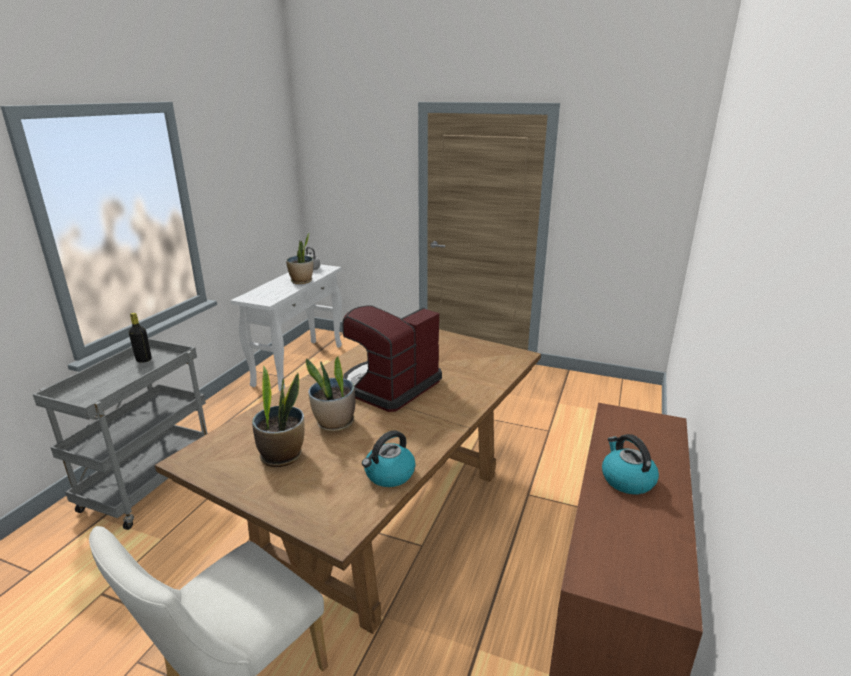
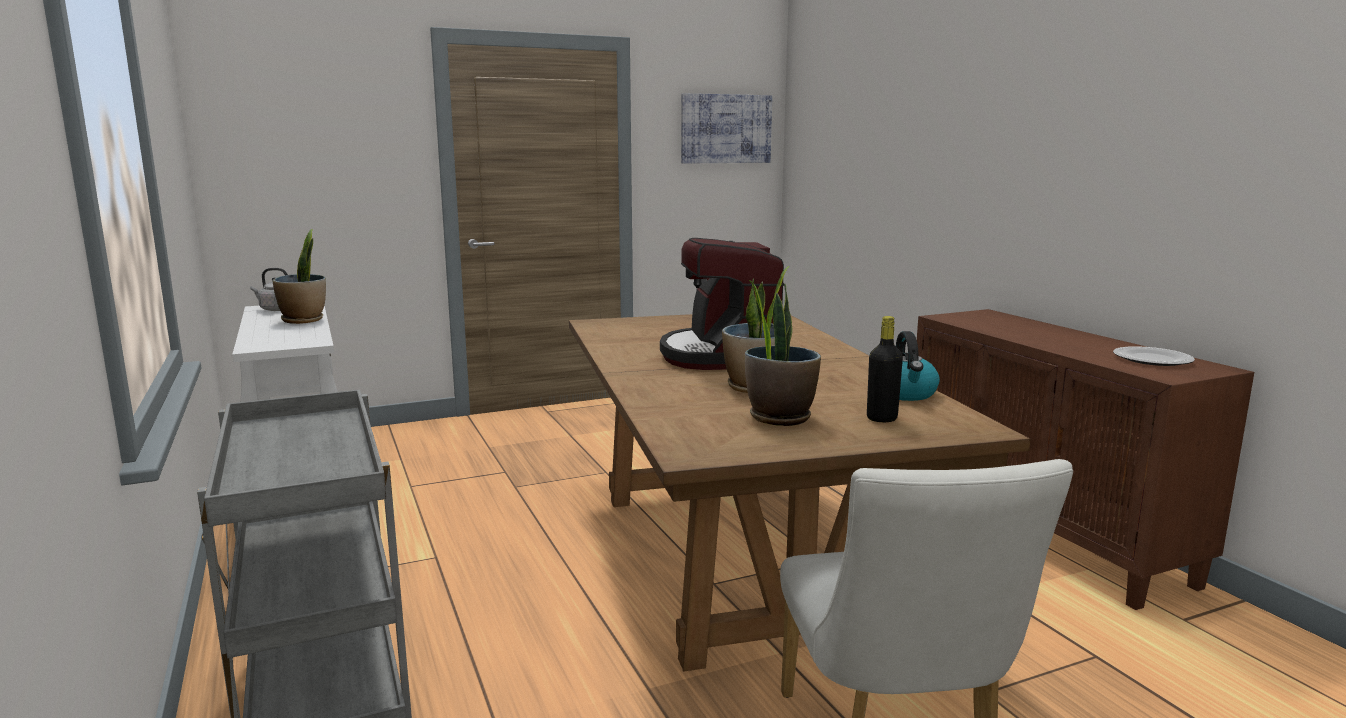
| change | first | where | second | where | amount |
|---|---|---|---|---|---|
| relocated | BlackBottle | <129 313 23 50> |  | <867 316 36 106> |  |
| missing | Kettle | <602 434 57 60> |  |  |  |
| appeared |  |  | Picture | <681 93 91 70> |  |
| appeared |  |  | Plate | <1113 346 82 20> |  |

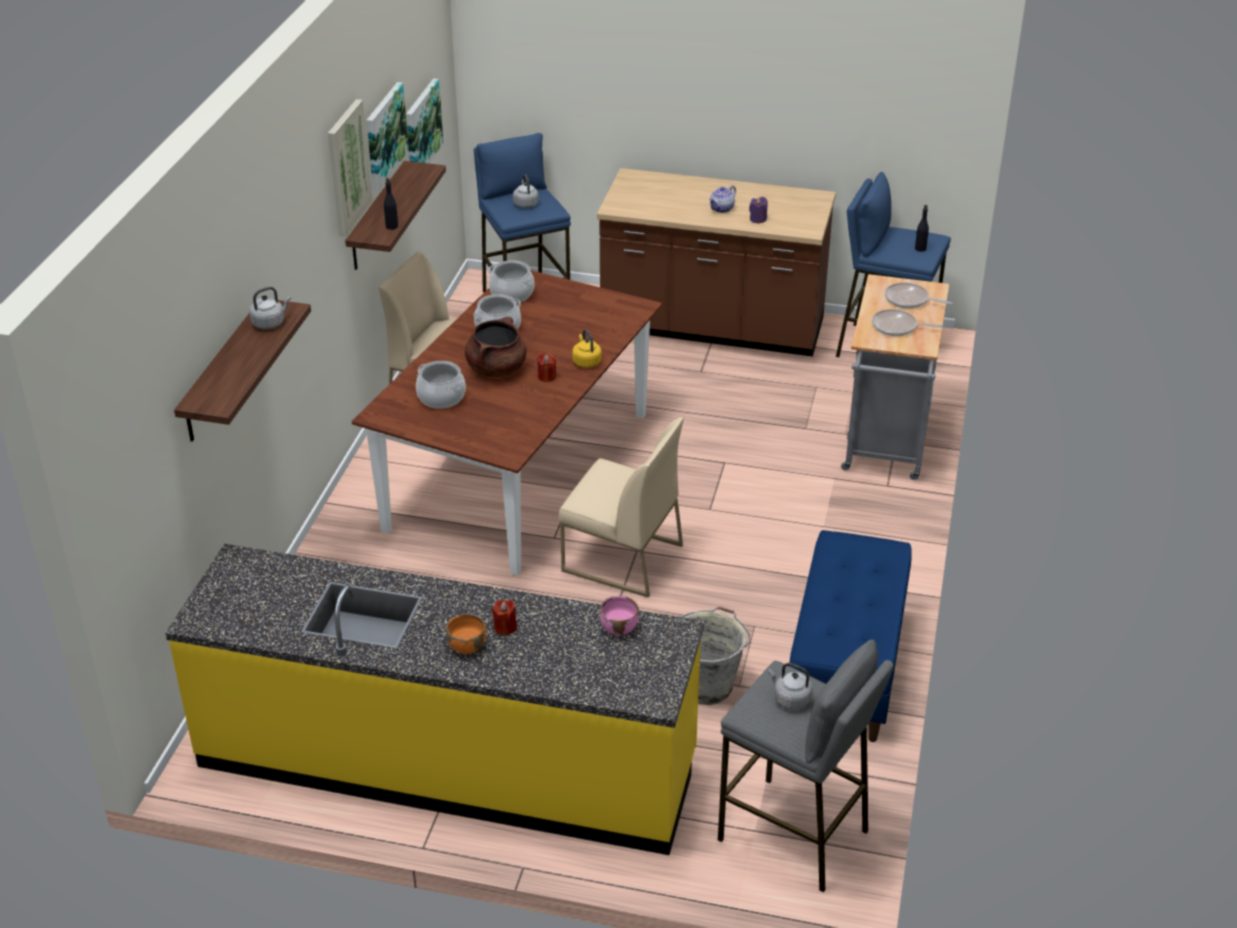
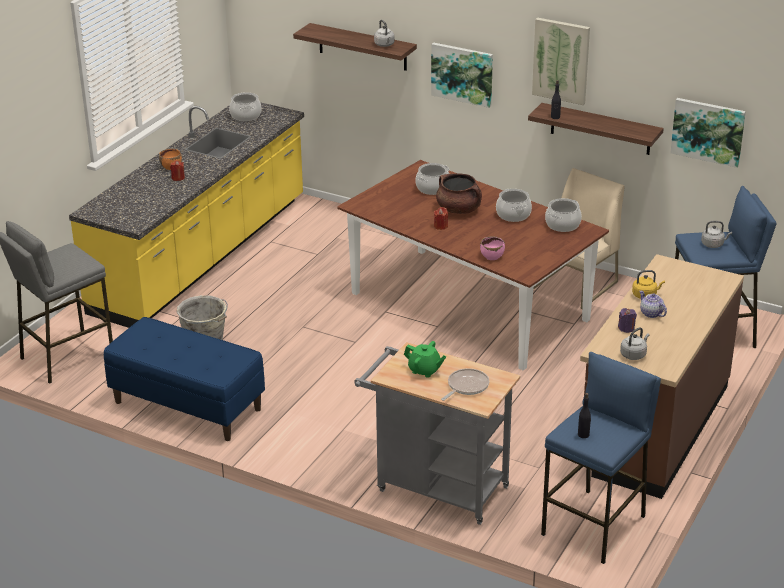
| change | first | where | second | where | amount |
|---|---|---|---|---|---|
| relocated | Picture | <366 82 43 109> |  | <431 43 62 65> |  |
| exchanged | FryingPan | <872 309 71 27> | GreenTeapot | <404 341 43 37> |  |
| relocated | YellowKettle | <572 329 30 39> |  | <632 270 33 29> |  |
| missing | BeigeChair | <559 417 125 181> |  |  |  |
| relocated | PinkBowl | <600 596 39 40> |  | <480 236 25 24> |  |
| relocated | GreyKettle | <768 663 45 47> |  | <620 327 29 33> |  |
| appeared |  |  | CookingPot | <229 92 33 29> |  |

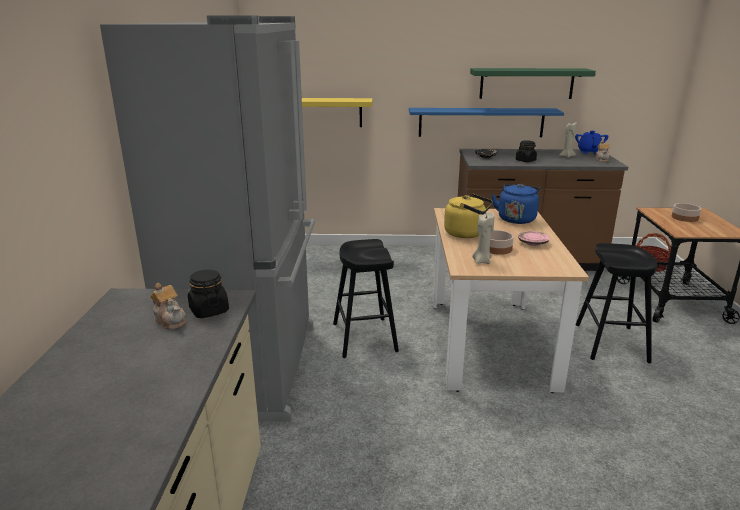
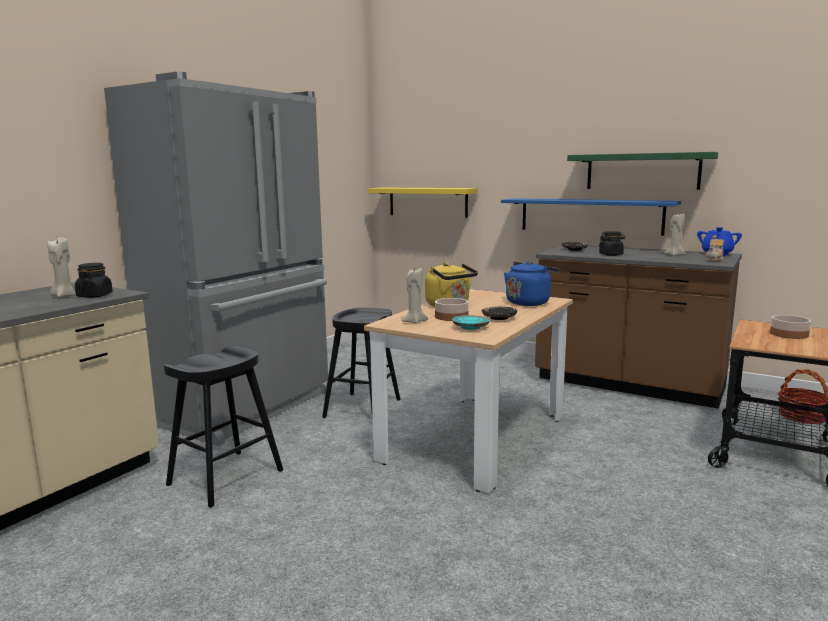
| change | first | where | second | where | amount |
|---|---|---|---|---|---|
| colour | PinkPlate | <518 231 32 15> | BlackPlate | <482 307 35 13> |  |
| relocated | BlackStool | <576 243 81 120> |  | <164 346 119 161> |  |
| exchanged | Teapot | <150 283 36 47> | BeigeCandle | <47 238 29 59> |  |
| appeared |  |  | TurquoisePlate | <452 315 38 15> |  |

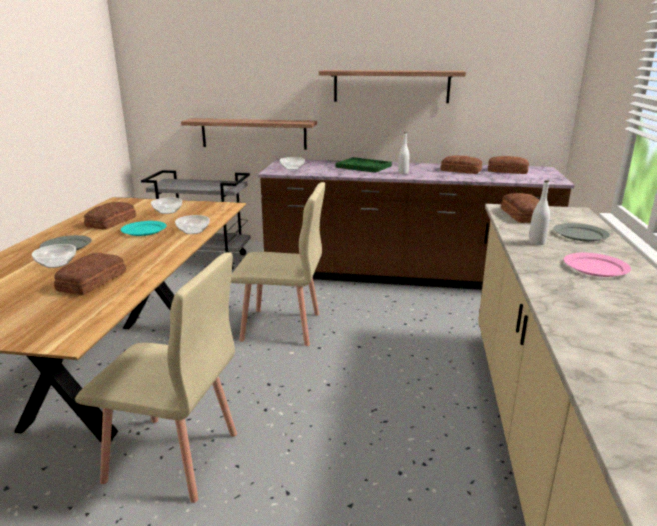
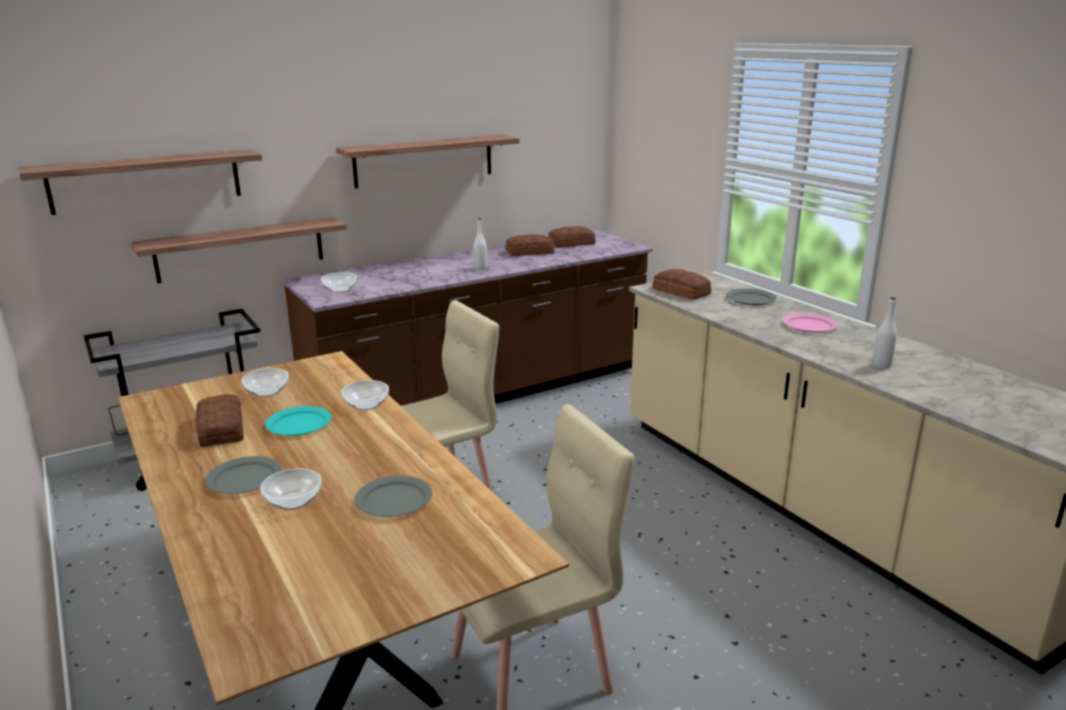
| change | first | where | second | where | amount |
|---|---|---|---|---|---|
| missing | GreenTray | <336 157 56 16> |  |  |  |
| relocated | WhiteBottle | <529 180 21 65> |  | <873 297 24 72> |  |
| exchanged | Bread | <54 253 72 42> | GreyPlate | <355 476 77 41> |  |
| appeared |  |  | Shelf | <19 149 243 66> |  |

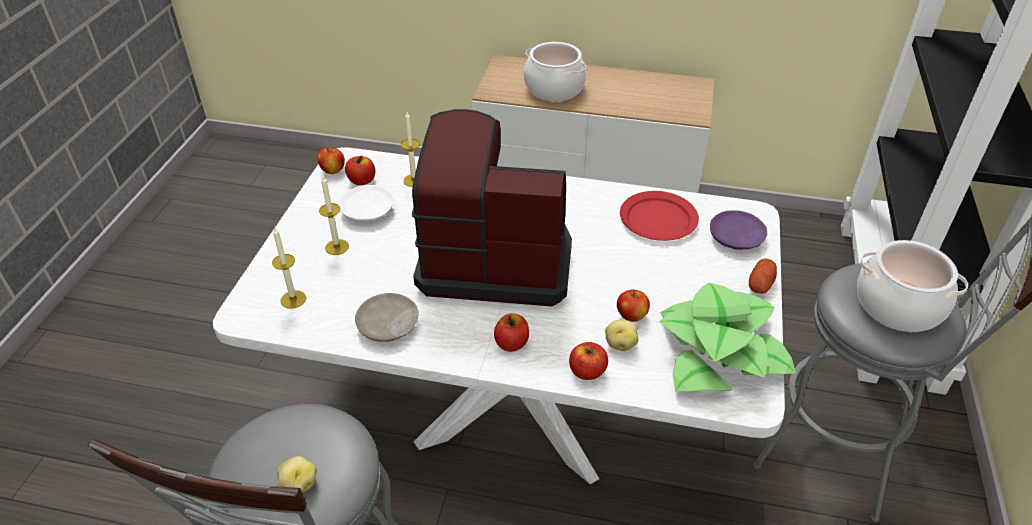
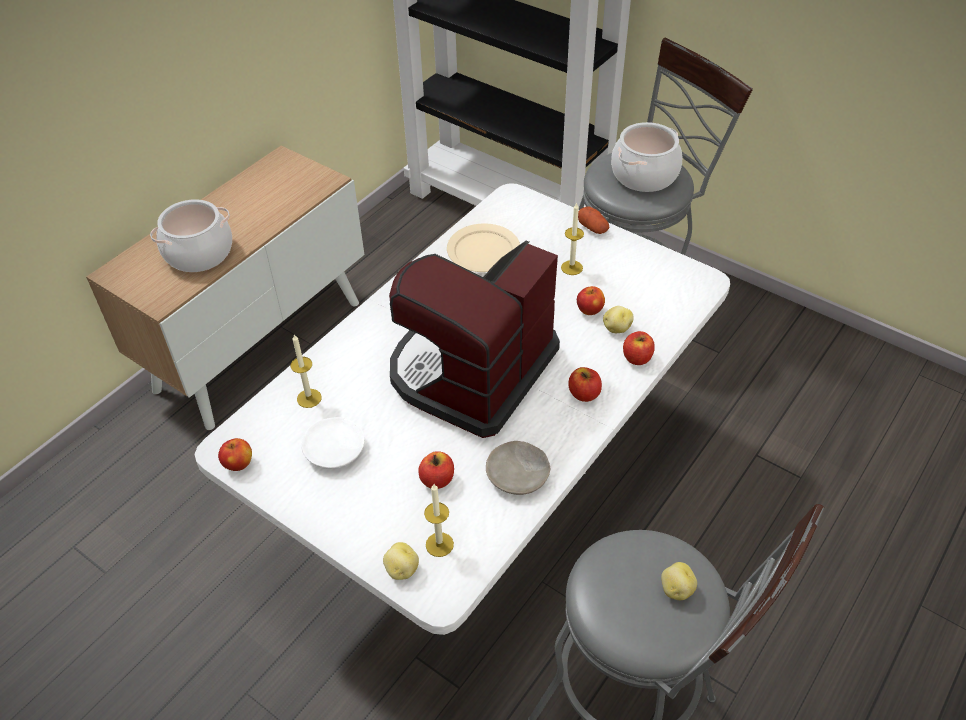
| change | first | where | second | where | amount |
|---|---|---|---|---|---|
| relocated | Apple | <345 156 30 29> |  | <418 451 36 38> |  |
| relocated | Candle | <319 176 30 79> |  | <561 203 23 72> |  |
| colour | RedPlate | <620 191 79 50> | BeigePlate | <447 224 73 48> |  |
| missing | PurplePlate | <710 210 57 40> |  |  |  |
| missing | PottedPlant | <659 283 137 108> |  |  |  |
| appeared |  |  | Potato | <383 542 36 38> |  |

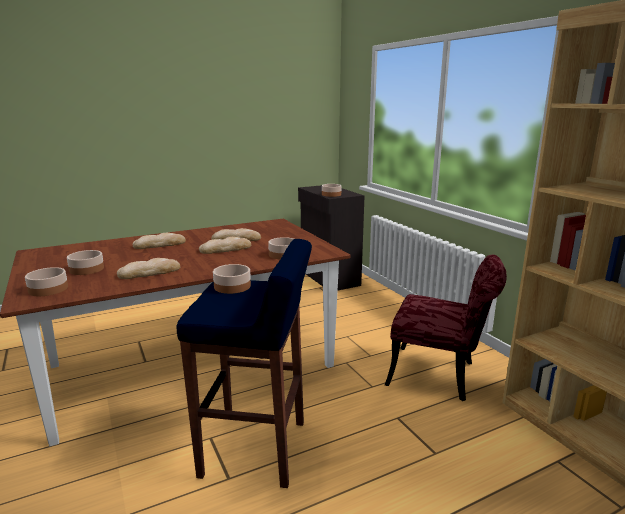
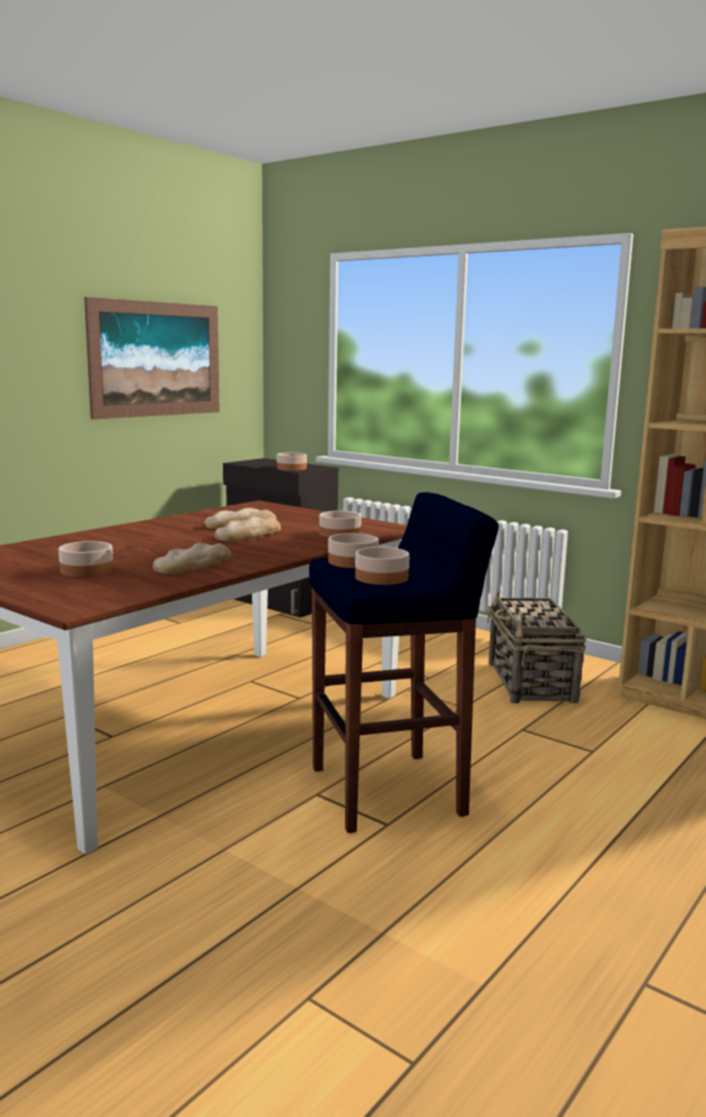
| change | first | where | second | where | amount |
|---|---|---|---|---|---|
| missing | Bread | <133 233 53 16> |  |  |  |
| exchanged | RedChair | <385 255 122 146> | Basket | <487 591 100 113> |  |
| relocated | Bowl | <25 267 43 29> |  | <355 547 55 38> |  |
| appeared |  |  | Picture | <84 297 136 122> |  |

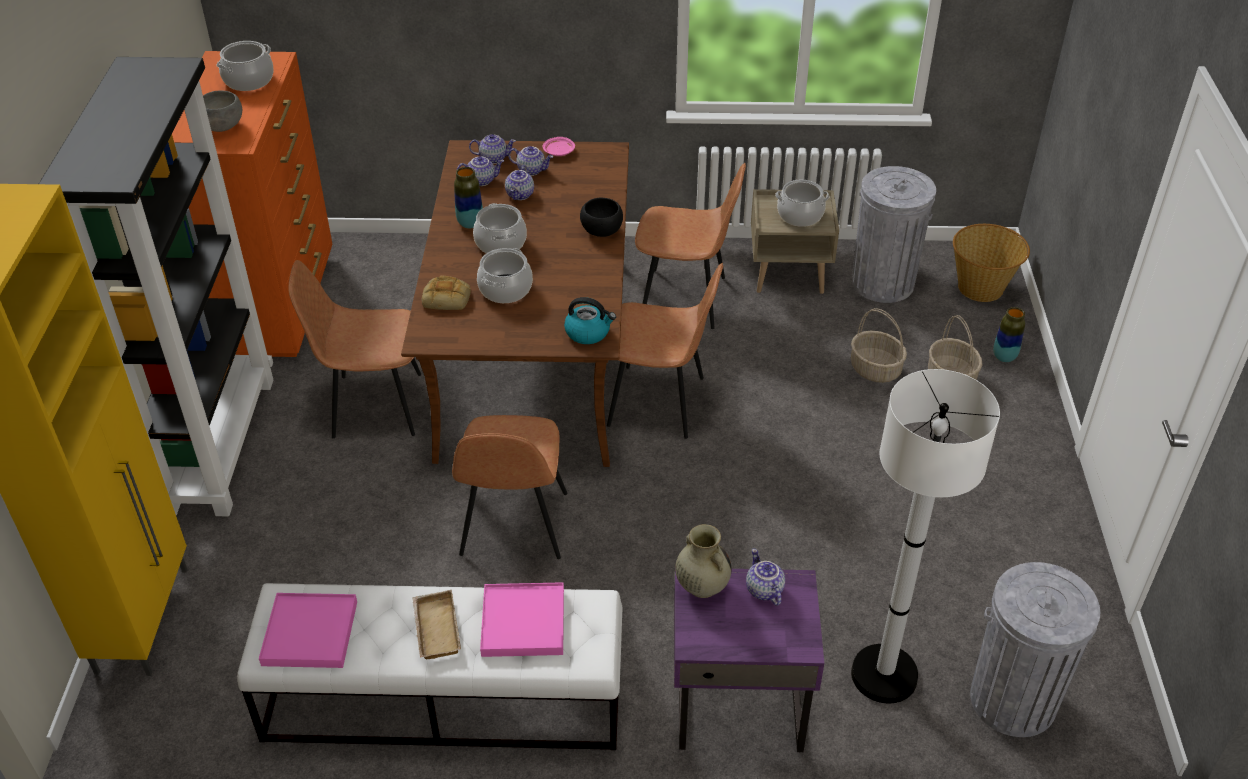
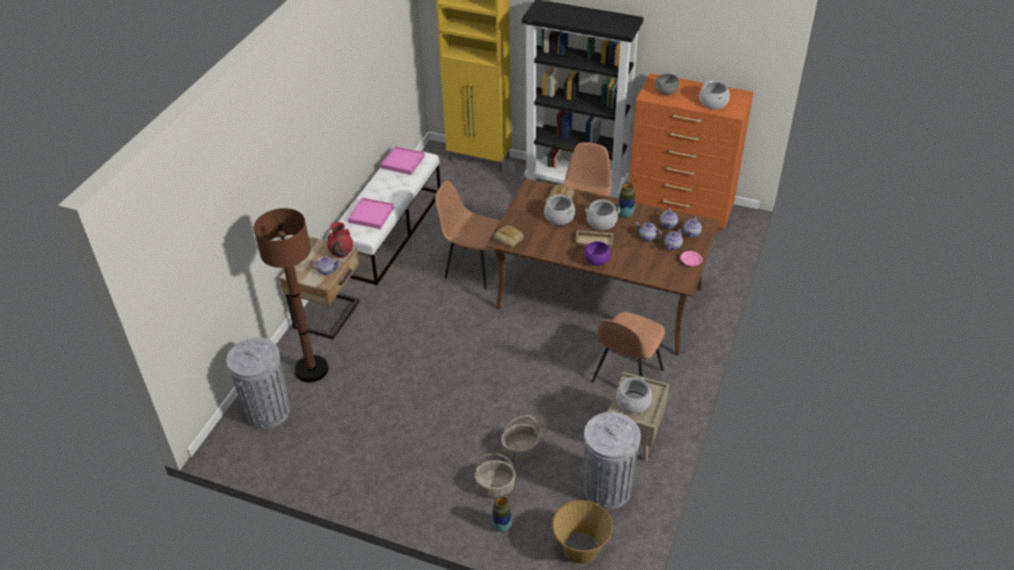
| change | first | where | second | where | amount |
|---|---|---|---|---|---|
| colour | BlackBowl | <580 198 43 39> | PurpleBowl | <584 241 27 25> |  |
| missing | BrownChair | <607 263 116 176> |  |  |  |
| exchanged | Kettle | <564 297 52 47> | Bread | <494 226 30 22> |  |
| colour | WhiteFloorLamp | <851 369 149 334> | BrownFloorLamp | <254 208 74 174> |  |
| colour | BeigeVase | <675 524 57 74> | RedVase | <327 222 26 36> |  |
| colour | PurpleNightstand | <674 569 150 183> | BeigeNightstand | <280 237 80 103> |  |
| relocated | BeigeTray | <412 590 49 69> |  | <576 230 37 18> |  |

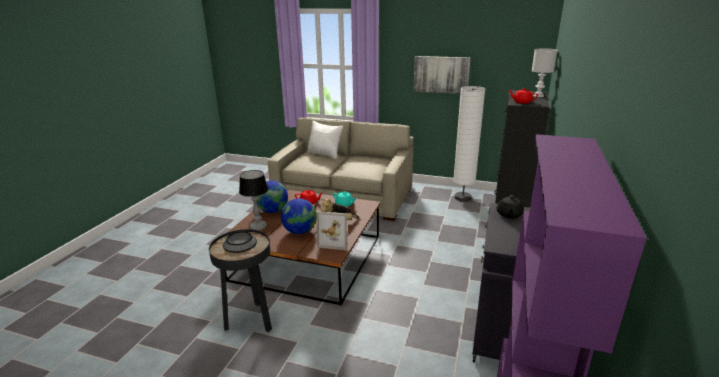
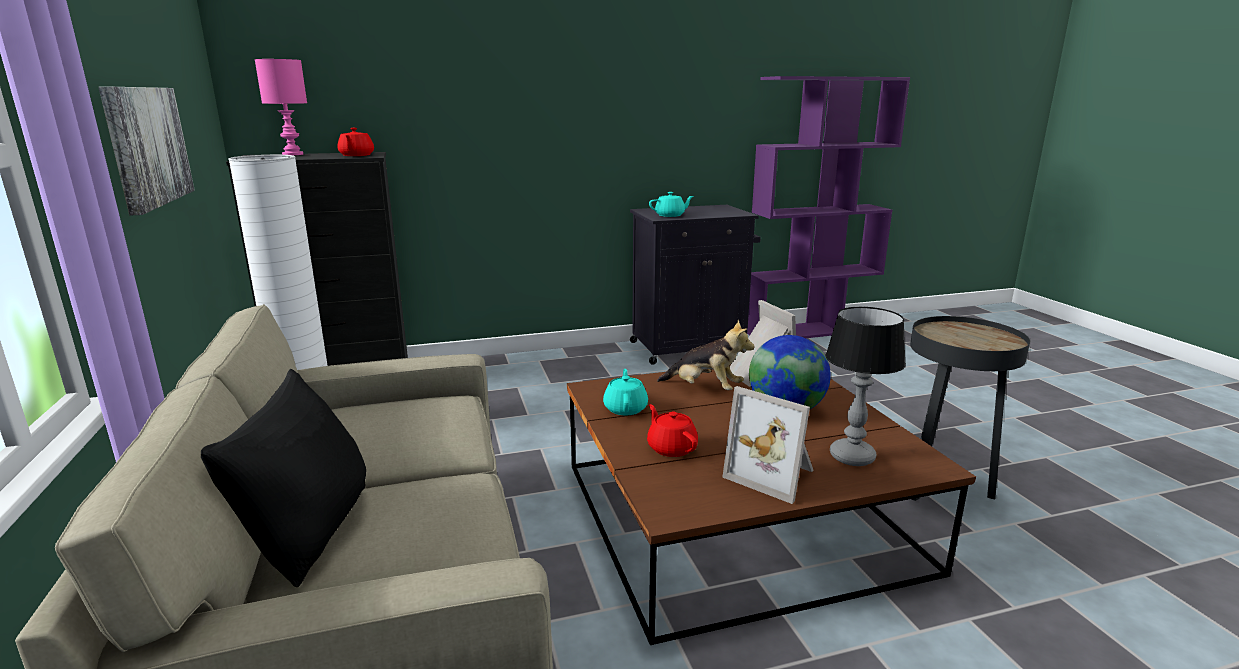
| change | first | where | second | where | amount |
|---|---|---|---|---|---|
| colour | WhiteTableLamp | <532 48 25 49> | PinkTableLamp | <255 59 52 96> |  |
| colour | WhitePillow | <307 121 36 38> | BlackPillow | <201 369 165 218> |  |
| exchanged | Globe | <257 180 31 33> | PictureFrame | <722 386 92 118> |  |
| colour | BlackTeapot | <497 195 27 24> | TurquoiseTeapot | <649 192 44 25> |  |
| missing | Bowl | <223 231 34 22> |  |  |  |

